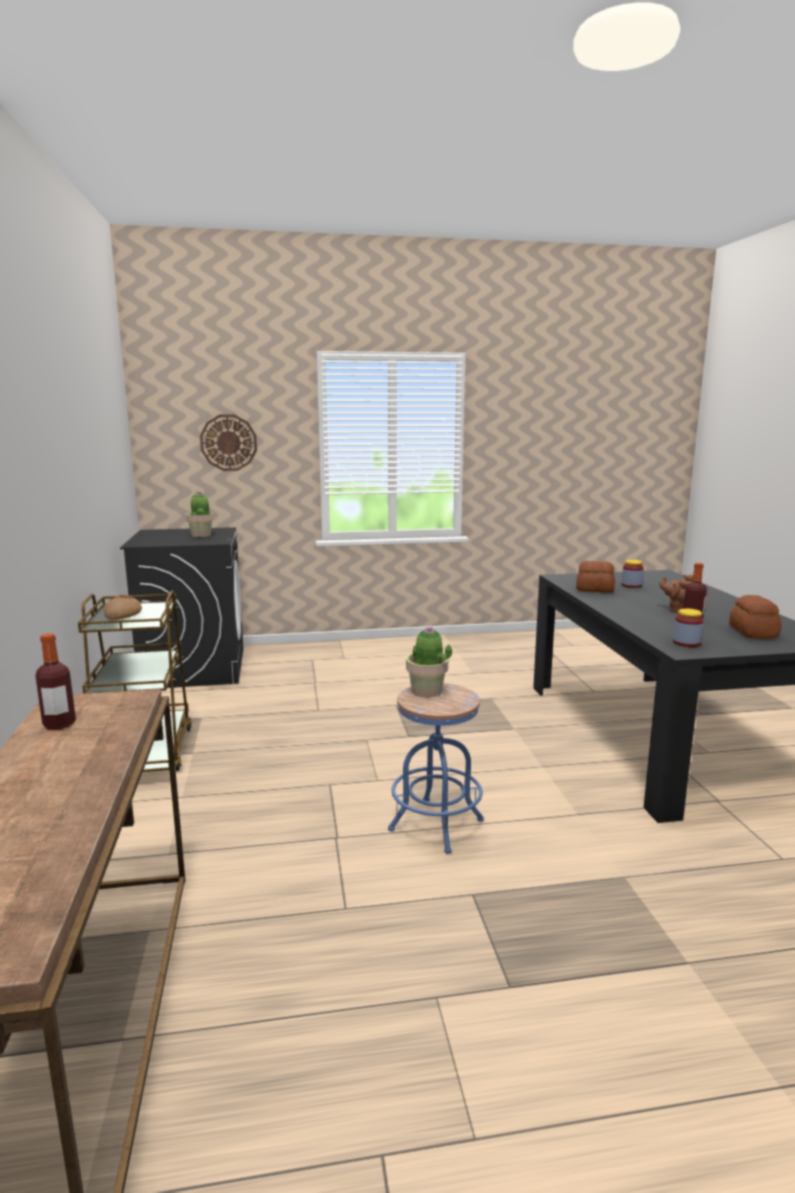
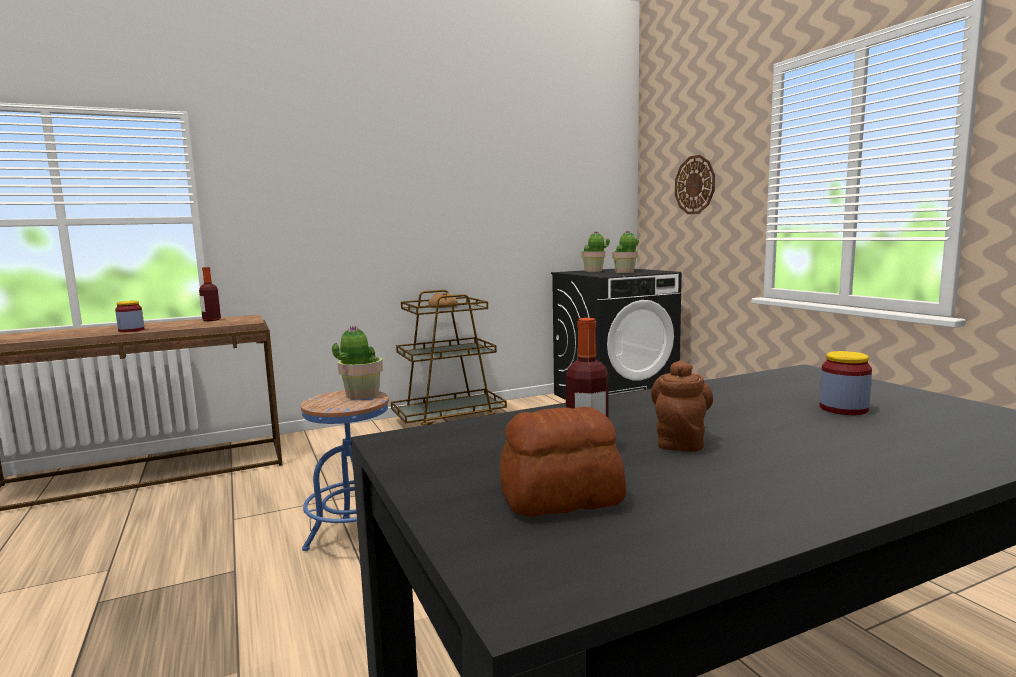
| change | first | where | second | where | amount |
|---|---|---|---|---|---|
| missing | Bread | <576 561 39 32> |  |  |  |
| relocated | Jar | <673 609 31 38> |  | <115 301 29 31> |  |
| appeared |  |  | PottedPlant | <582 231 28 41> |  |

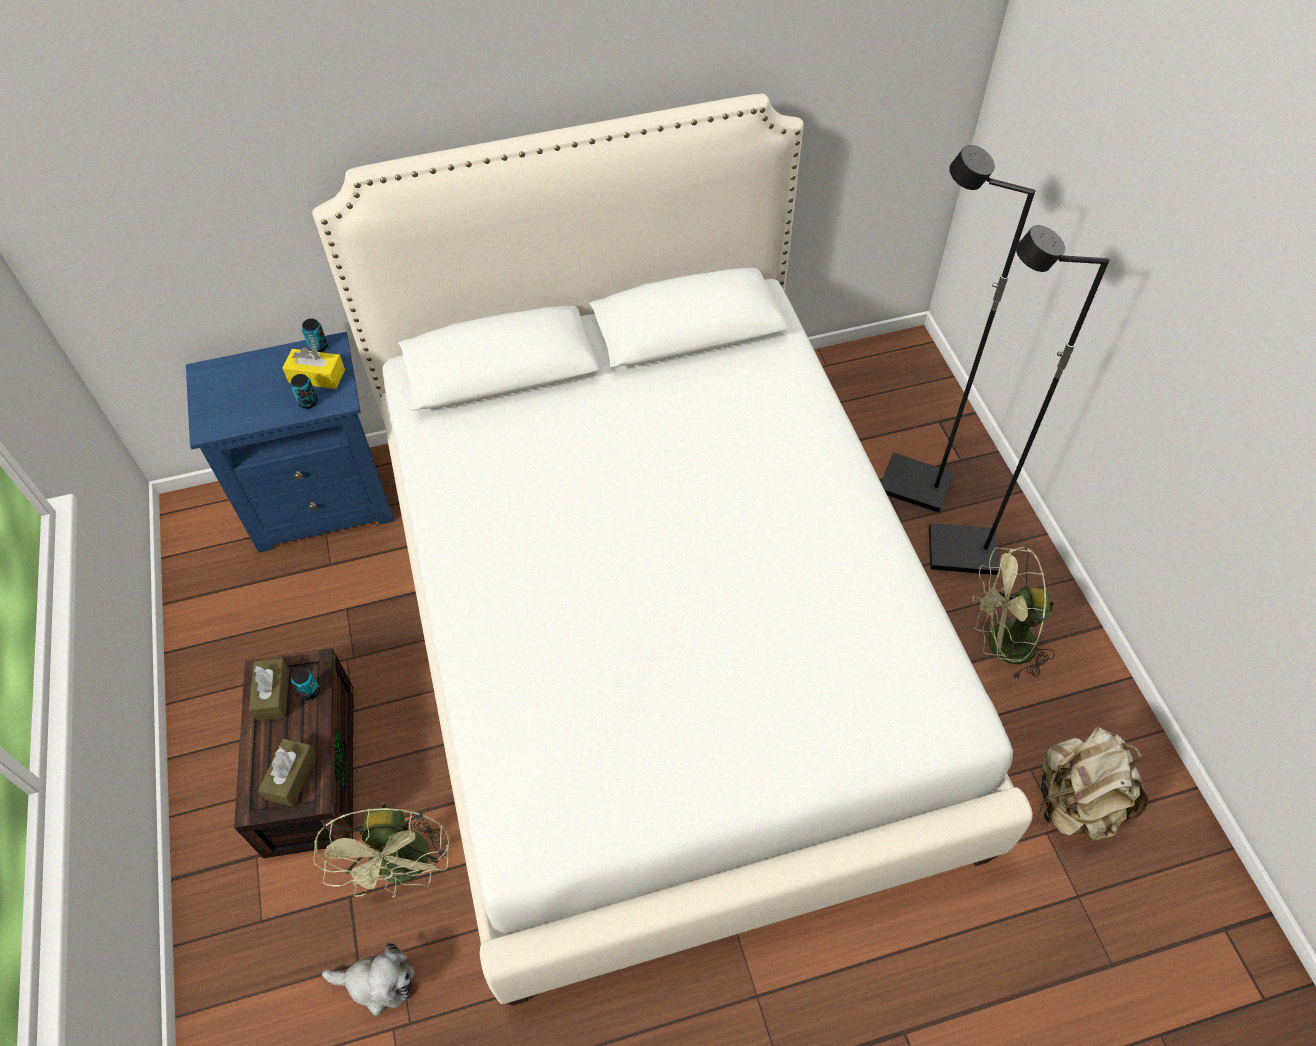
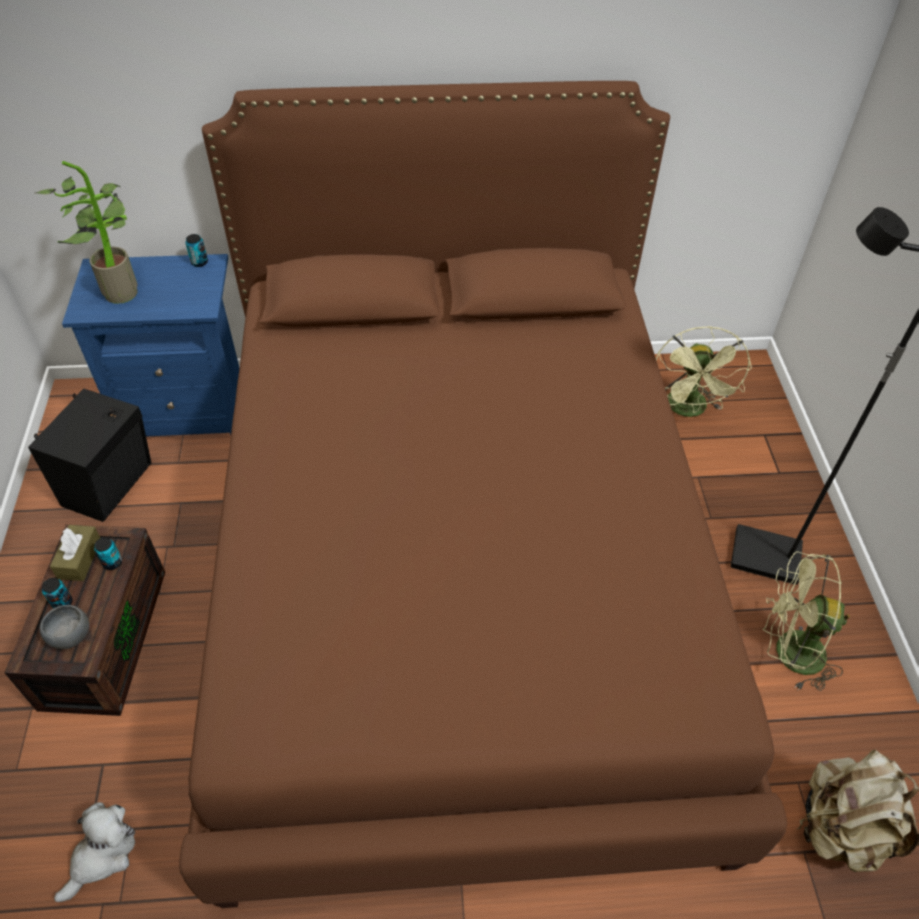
| change | first | where | second | where | amount |
|---|---|---|---|---|---|
| colour | WhiteBed | <312 94 721 912> | BrownBed | <179 81 608 827> |  |
| missing | BlackFloorLamp | <881 145 155 368> |  |  |  |
| missing | YellowTissueBox | <283 347 62 42> |  |  |  |
| relocated | Can | <291 374 27 35> |  | <42 578 30 31> |  |
| exchanged | BrownTissueBox | <258 738 59 69> | GreyBowl | <40 605 49 44> |  |
| relocated | GreenFan | <313 802 137 95> |  | <656 326 96 91> |  |
| spun | PlushToy | <322 943 93 73> |  | <54 802 81 100> | 75 degrees counterclockwise |
| appeared |  |  | PottedPlant | <36 161 102 143> |  |
| appeared |  |  | BlackSpeaker | <28 389 123 133> |  |

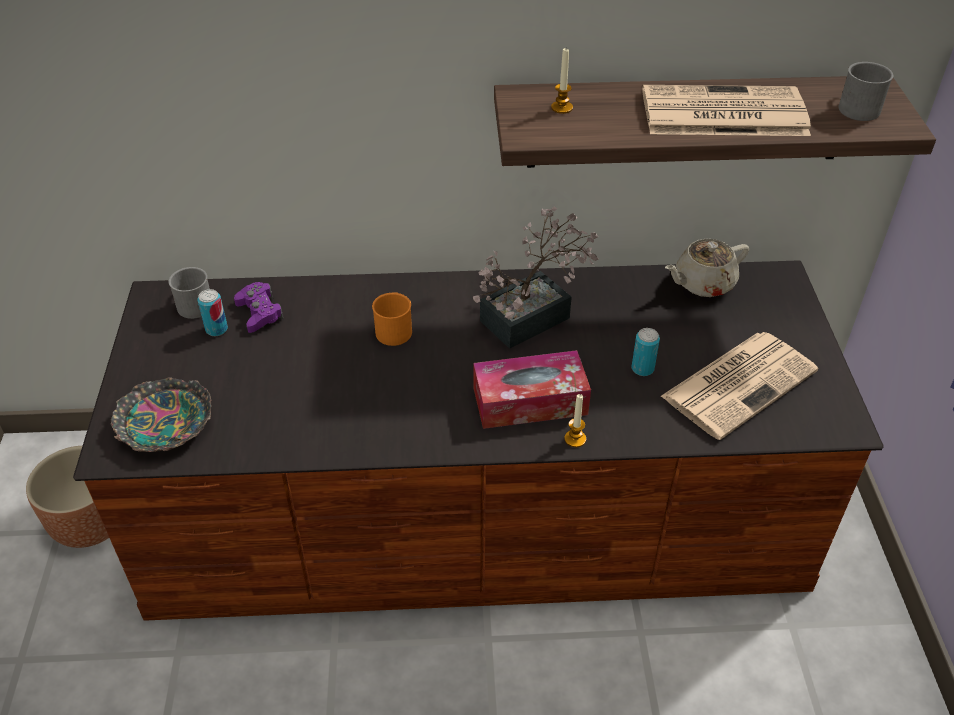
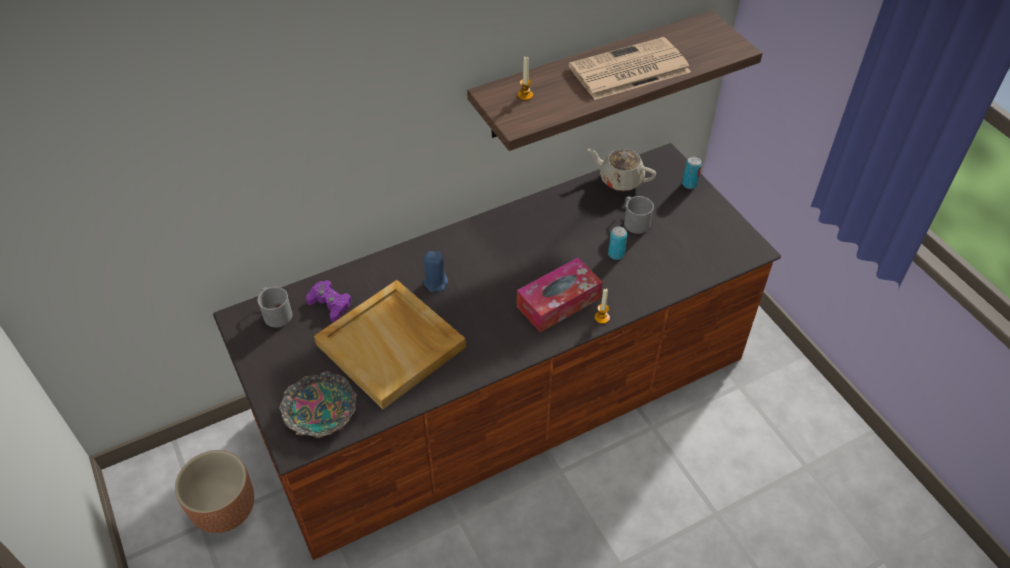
| change | first | where | second | where | amount |
|---|---|---|---|---|---|
| relocated | GreyMug | <839 62 55 59> |  | <624 196 30 38> |  |
| missing | PottedPlant | <473 206 126 143> |  |  |  |
| spun | BeigeTeapot | <665 239 84 58> |  | <588 149 68 42> | 75 degrees clockwise |
| relocated | Can | <198 289 30 47> |  | <682 157 20 32> |  |
| exchanged | OrangeMug | <372 292 40 54> | BlueCandle | <424 251 24 41> |  |
| missing | Newspaper | <660 332 158 108> |  |  |  |
| appeared |  |  | BeigeTray | <314 280 152 129> |  |

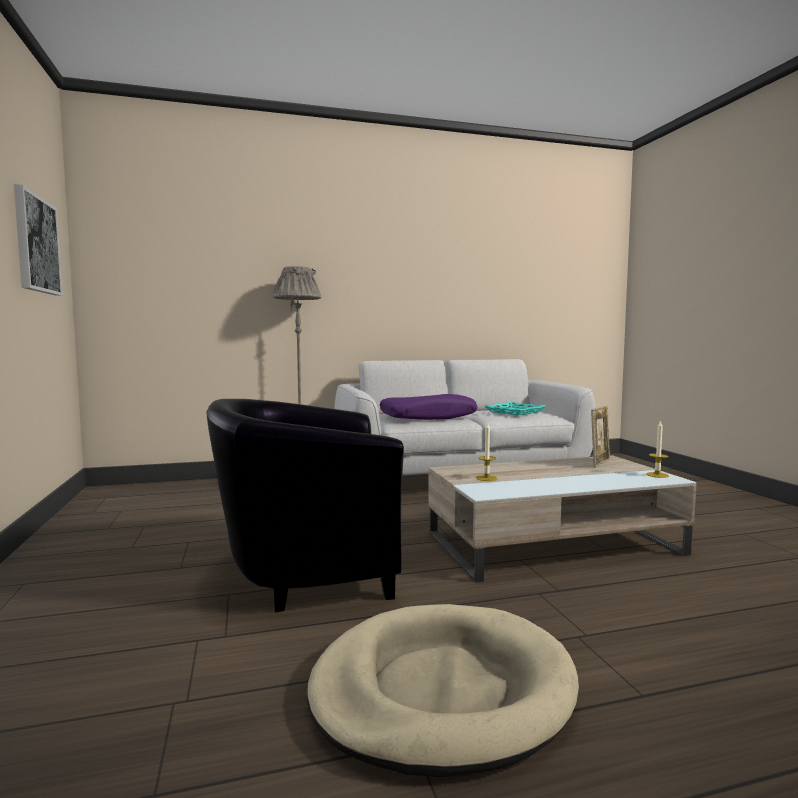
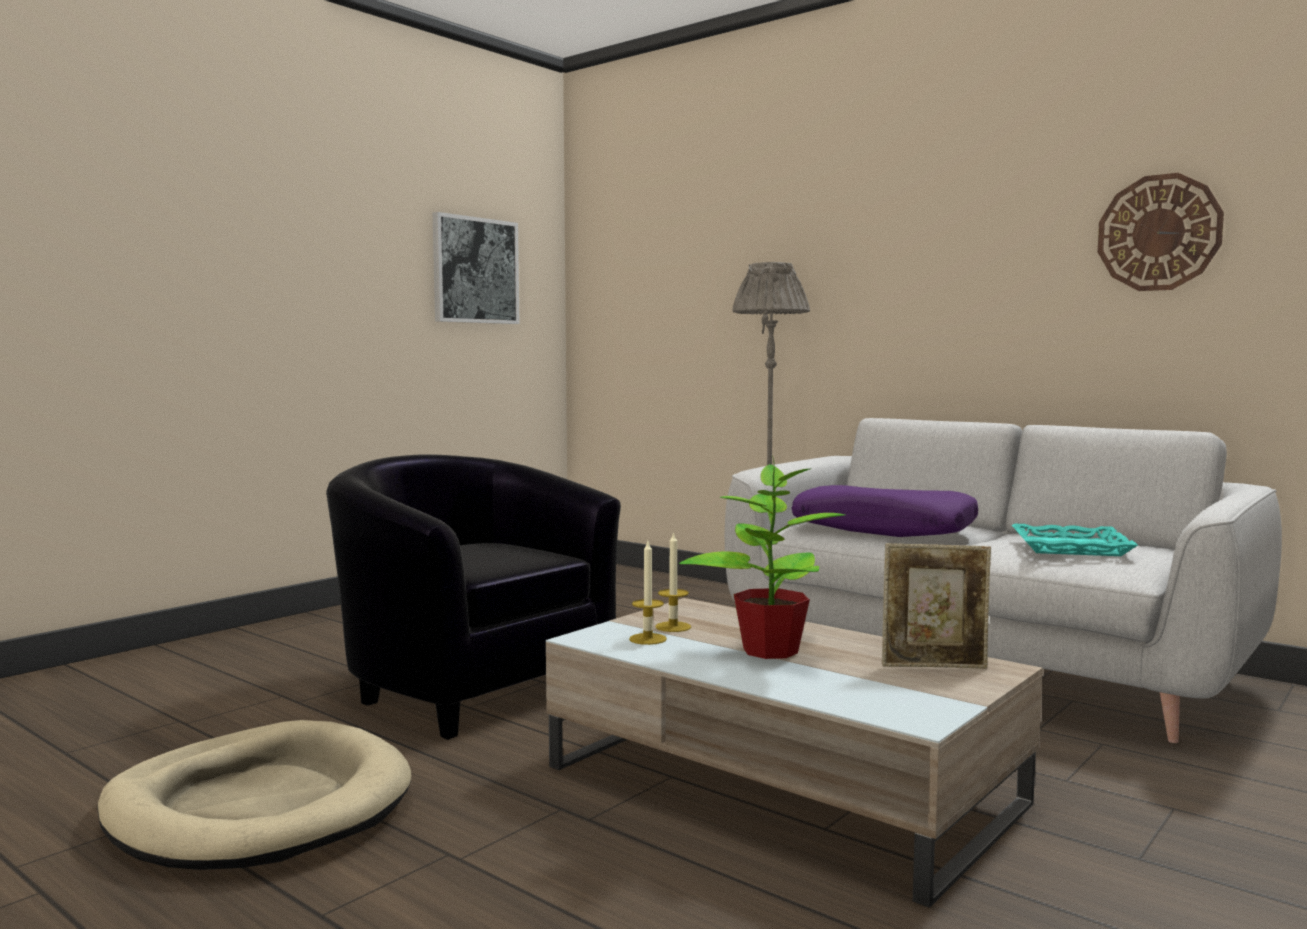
| change | first | where | second | where | amount |
|---|---|---|---|---|---|
| relocated | Candle | <646 420 23 58> |  | <629 541 38 104> |  |
| appeared |  |  | WallClock | <1098 173 126 118> |  |
| appeared |  |  | PottedPlant | <679 456 166 203> |  |

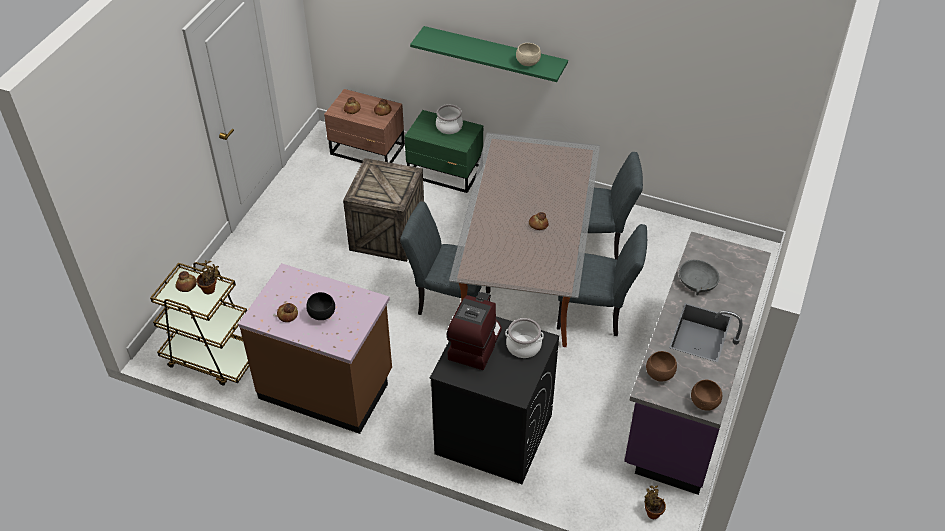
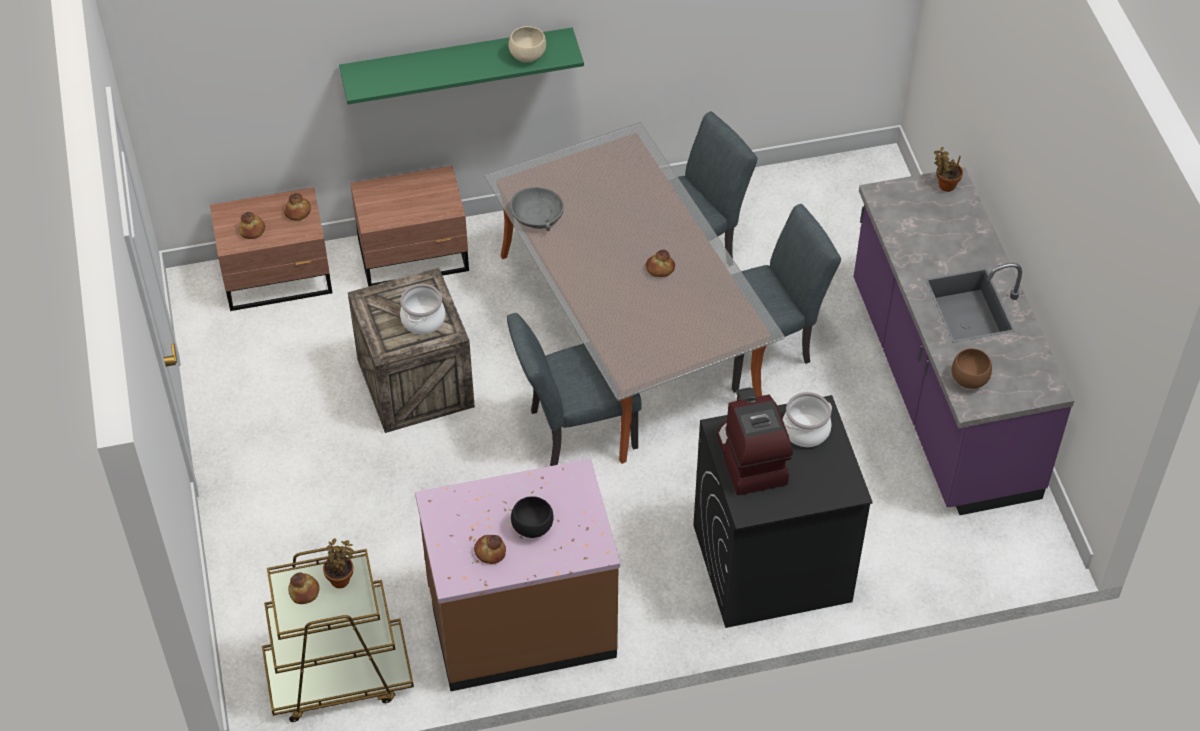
| change | first | where | second | where | amount |
|---|---|---|---|---|---|
| relocated | CookingPot | <436 104 27 30> |  | <400 284 45 50> |  |
| colour | GreenNightstand | <404 110 79 83> | BrownNightstand | <350 166 119 121> |  |
| relocated | GreyBowl | <679 260 41 35> |  | <510 187 54 44> |  |
| missing | BrownBowl | <691 380 31 31> |  |  |  |
| relocated | PottedPlant | <645 485 21 34> |  | <934 147 29 45> |  |

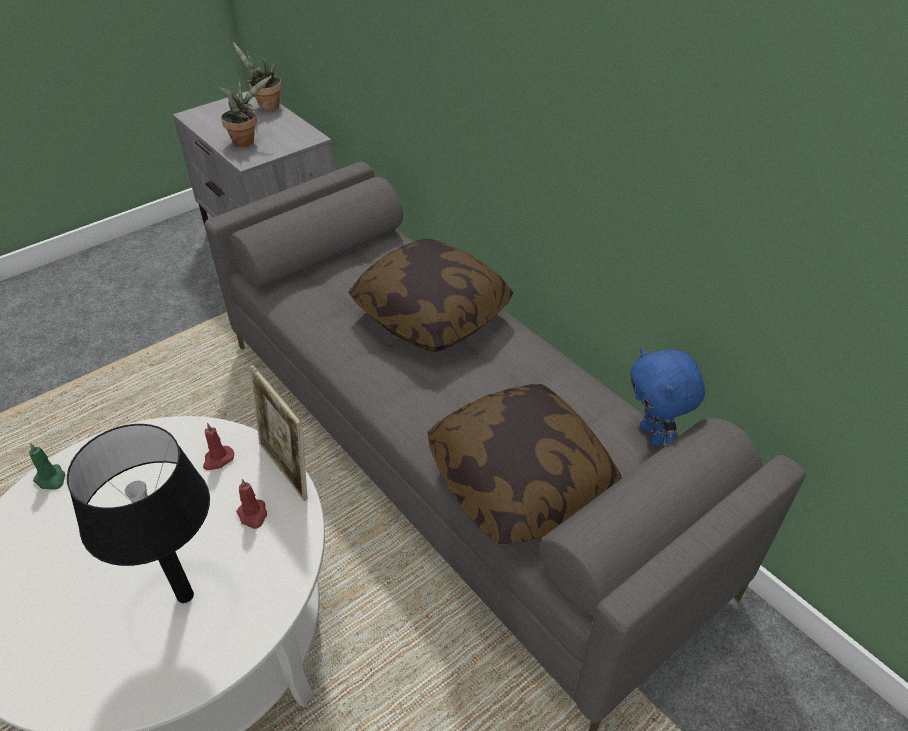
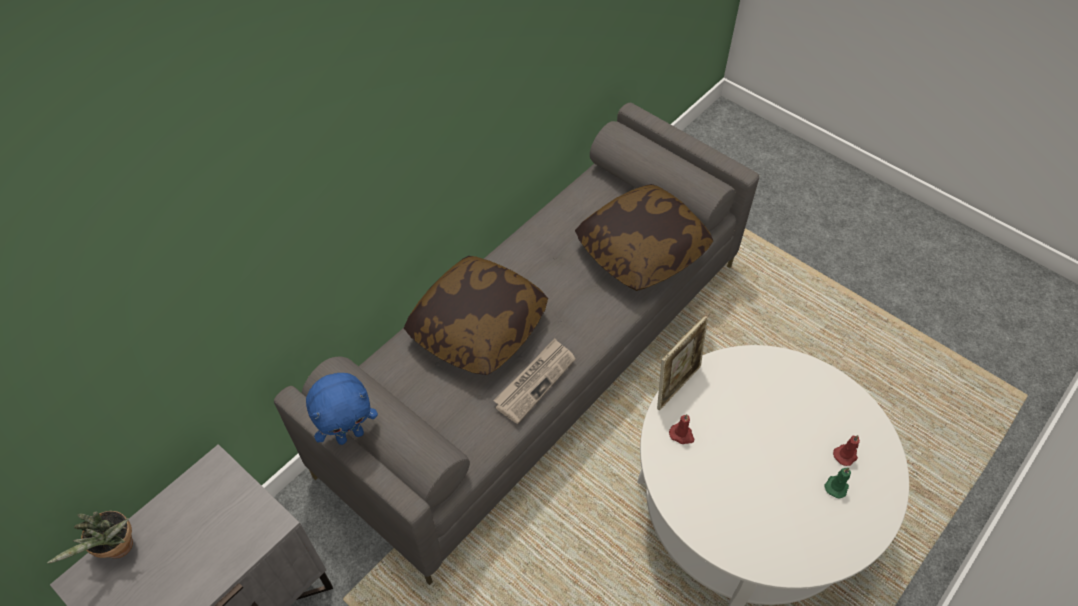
| change | first | where | second | where | amount |
|---|---|---|---|---|---|
| missing | PottedPlant | <218 76 54 71> |  |  |  |
| relocated | BluePlushToy | <630 348 75 98> |  | <306 373 72 72> |  |
| missing | BlackTableLamp | <67 424 143 179> |  |  |  |
| relocated | GreenCandle | <29 443 36 47> |  | <824 468 27 30> |  |
| relocated | RedCandle | <236 479 31 50> |  | <833 435 27 31> |  |
| appeared |  |  | Newspaper | <493 338 83 86> |  |

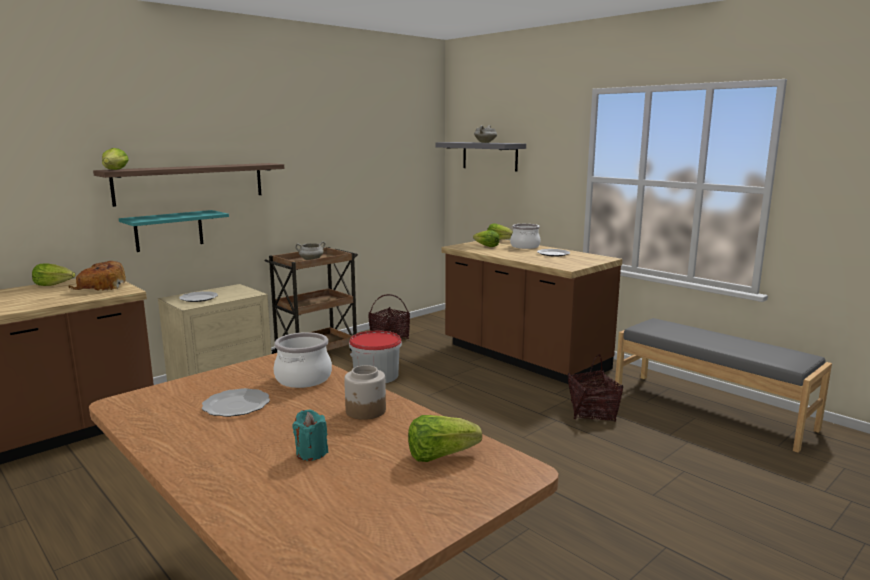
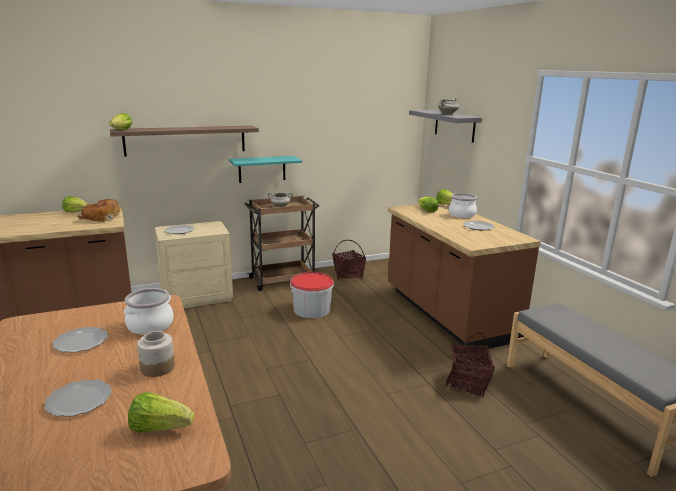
| change | first | where | second | where | amount |
|---|---|---|---|---|---|
| relocated | TurquoiseShelf | <119 210 110 42> |  | <229 156 73 27> |  |
| exchanged | TurquoiseCandle | <293 409 35 52> | Plate | <45 379 67 38> |  |

